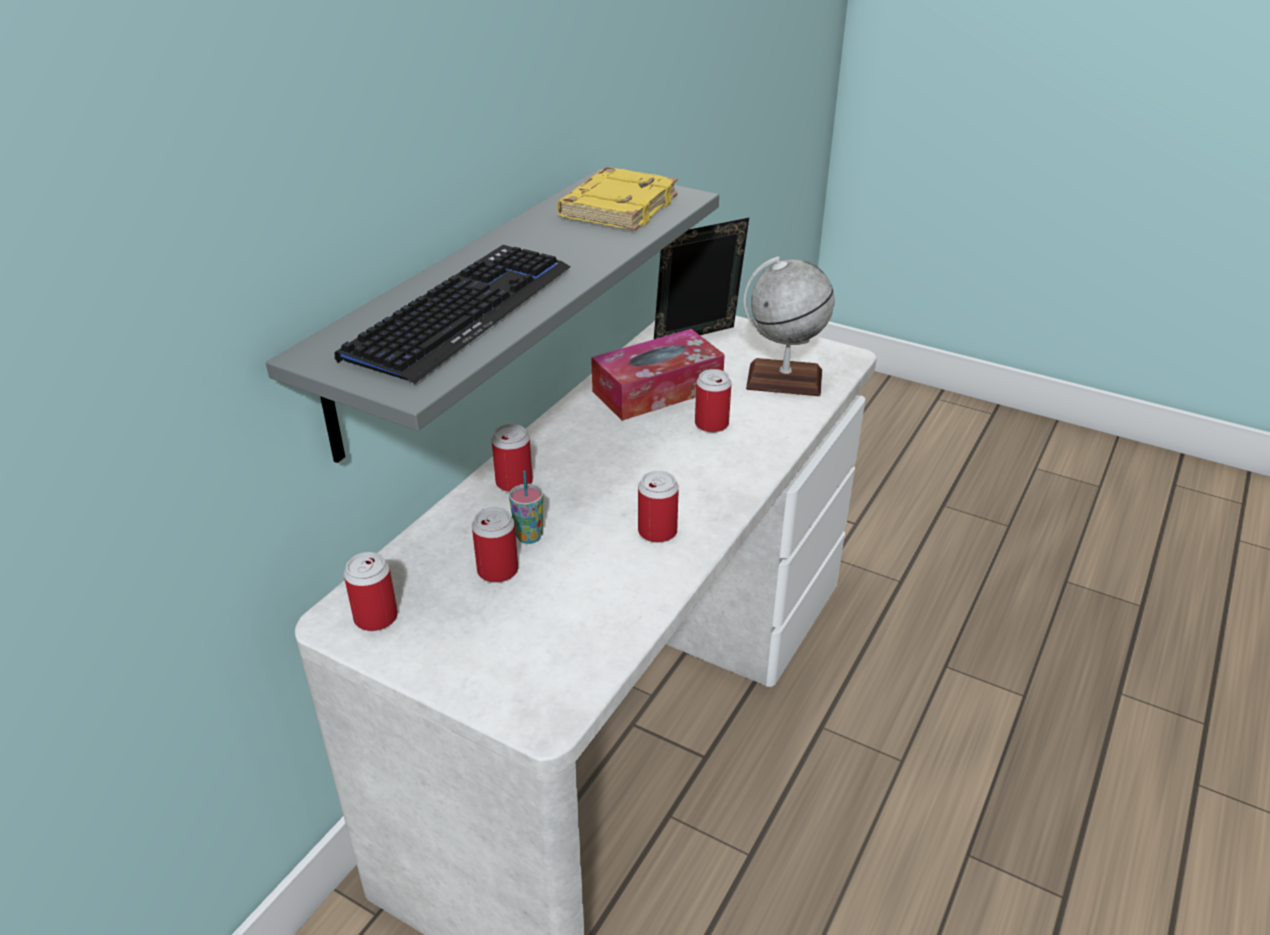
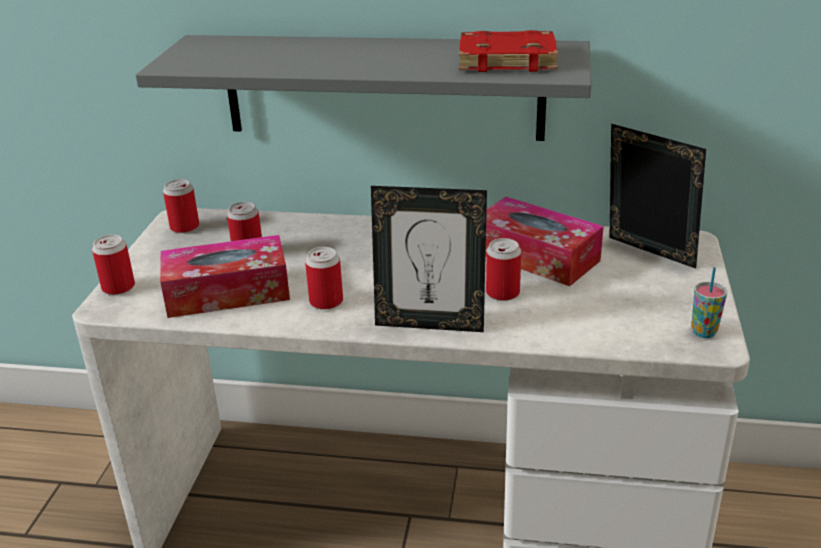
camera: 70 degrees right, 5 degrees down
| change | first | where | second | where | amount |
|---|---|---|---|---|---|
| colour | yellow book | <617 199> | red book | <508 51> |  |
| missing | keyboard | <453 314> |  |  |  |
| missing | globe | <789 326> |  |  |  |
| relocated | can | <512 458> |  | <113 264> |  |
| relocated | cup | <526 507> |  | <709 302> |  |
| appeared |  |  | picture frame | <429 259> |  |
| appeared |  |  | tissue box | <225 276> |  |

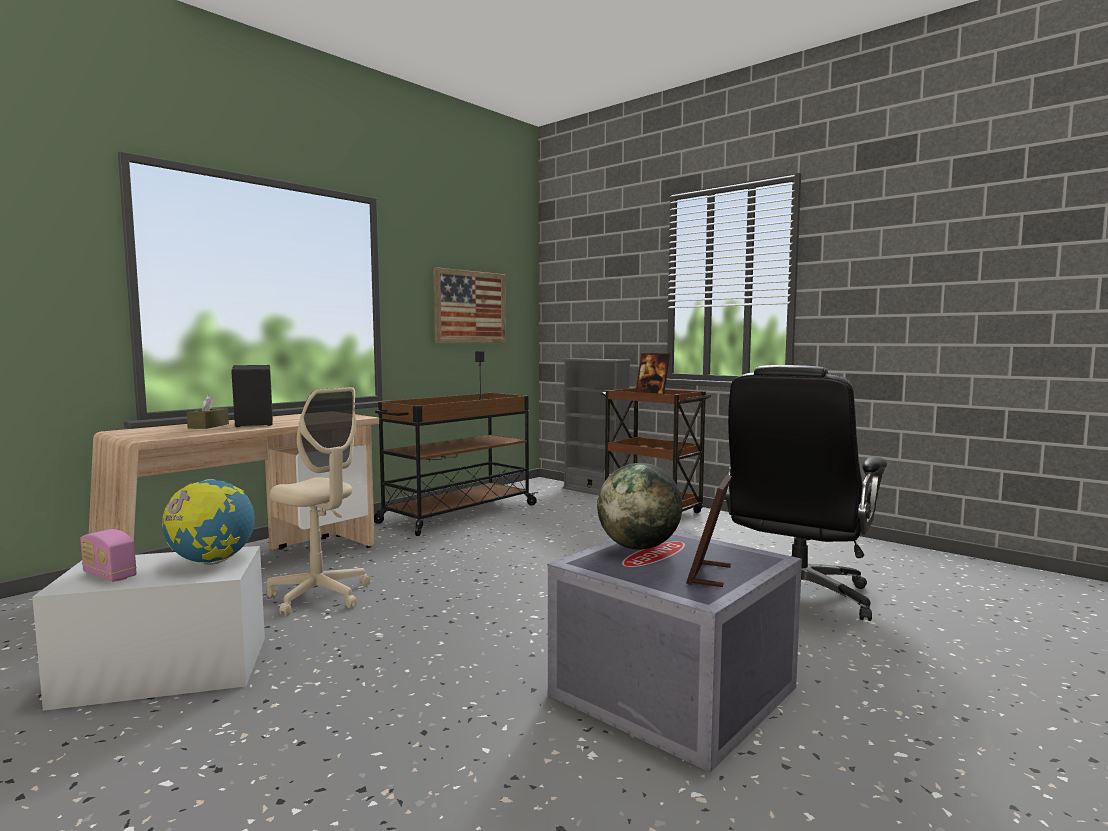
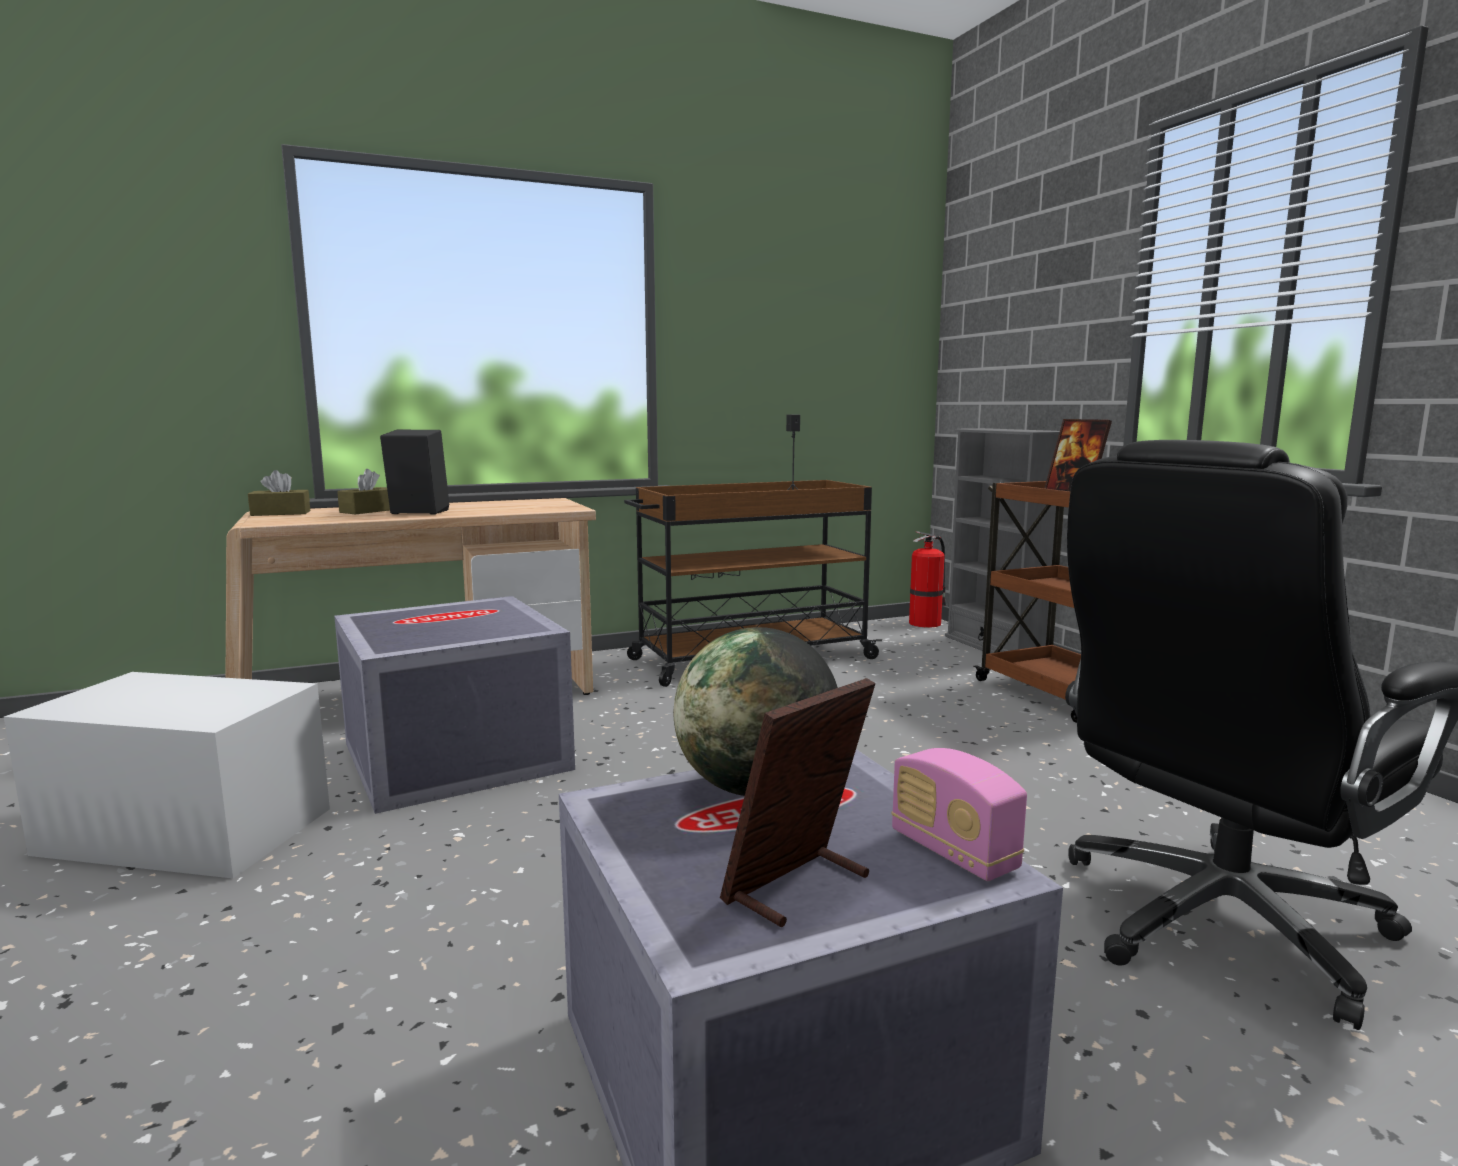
camera: 25 degrees right, 5 degrees up
| change | first | where | second | where | amount |
|---|---|---|---|---|---|
| missing | picture | <469 305> |  |  |  |
| exchanged | beige office chair | <318 501> | grey storage box | <454 705> |  |
| missing | globe | <208 522> |  |  |  |
| relocated | radio | <108 555> |  | <959 814> |  |
| appeared |  |  | brown tissue box | <279 493> |  |
| appeared |  |  | fire extinguisher | <927 579> |  |

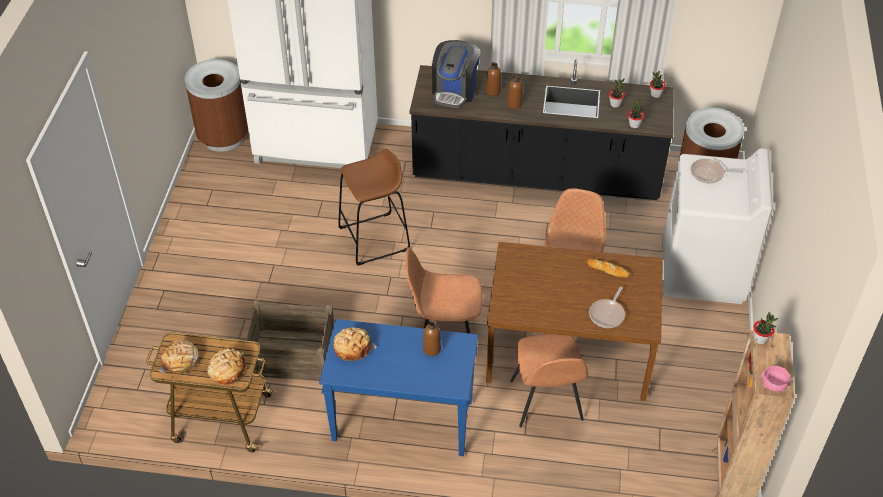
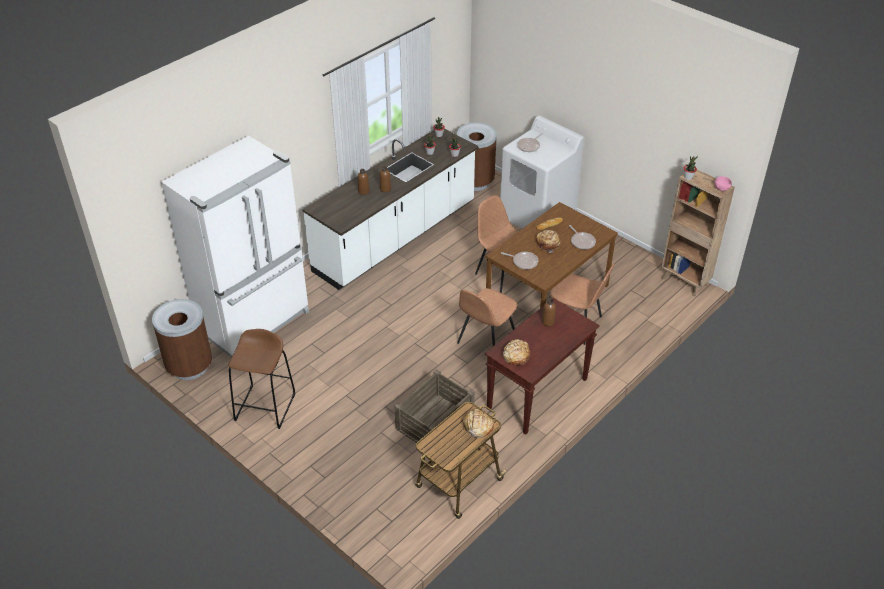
camera: 55 degrees left, 5 degrees down
| change | first | where | second | where | amount |
|---|---|---|---|---|---|
| missing | coffee machine | <456 74> |  |  |  |
| colour | black counter | <542 130> | white counter | <390 209> |  |
| relocated | brown stool | <374 207> |  | <261 379> |  |
| colour | blue console table | <398 387> | brown console table | <542 366> |  |
| relocated | bread | <179 357> |  | <548 241> |  |
| appeared |  |  | frying pan | <519 260> |  |

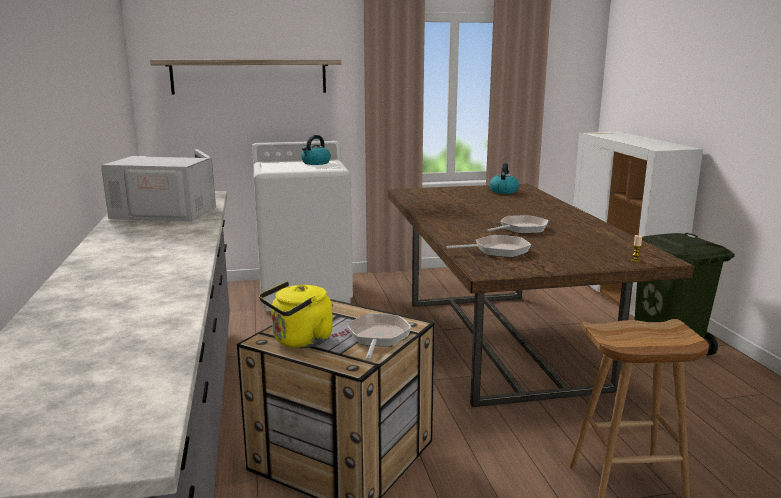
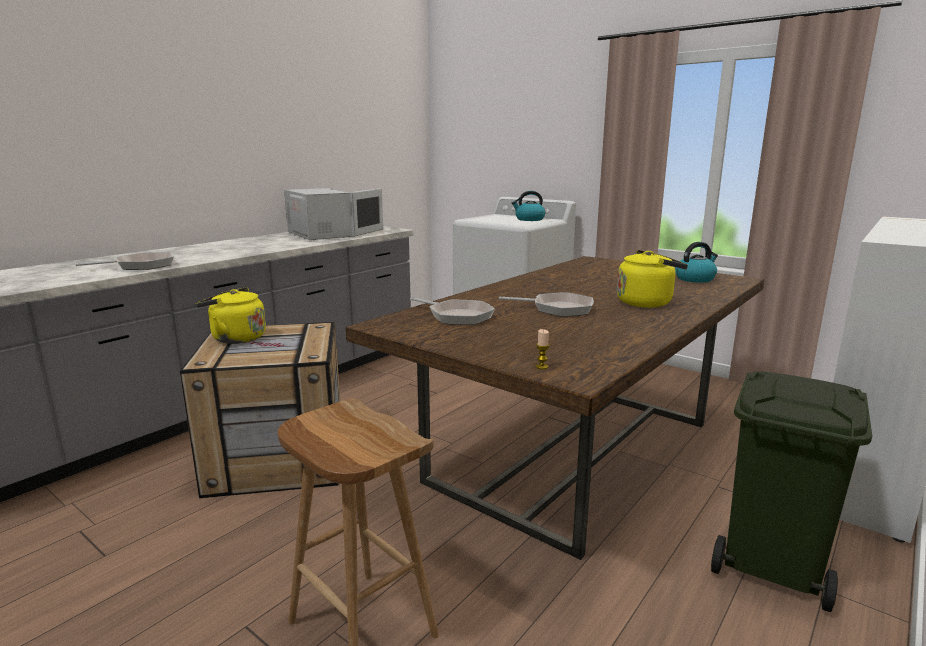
camera: 50 degrees right, 0 degrees up
| change | first | where | second | where | amount |
|---|---|---|---|---|---|
| missing | shelf | <245 77> |  |  |  |
| relocated | frying pan | <379 337> |  | <124 261> |  |
| appeared |  |  | yellow kettle | <652 279> |  |

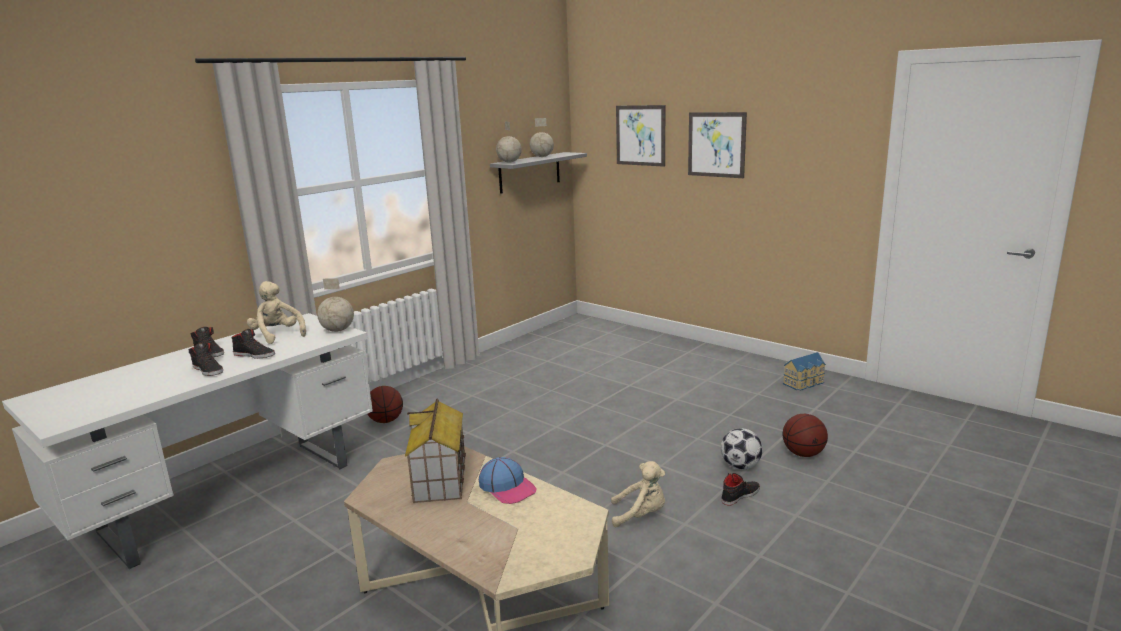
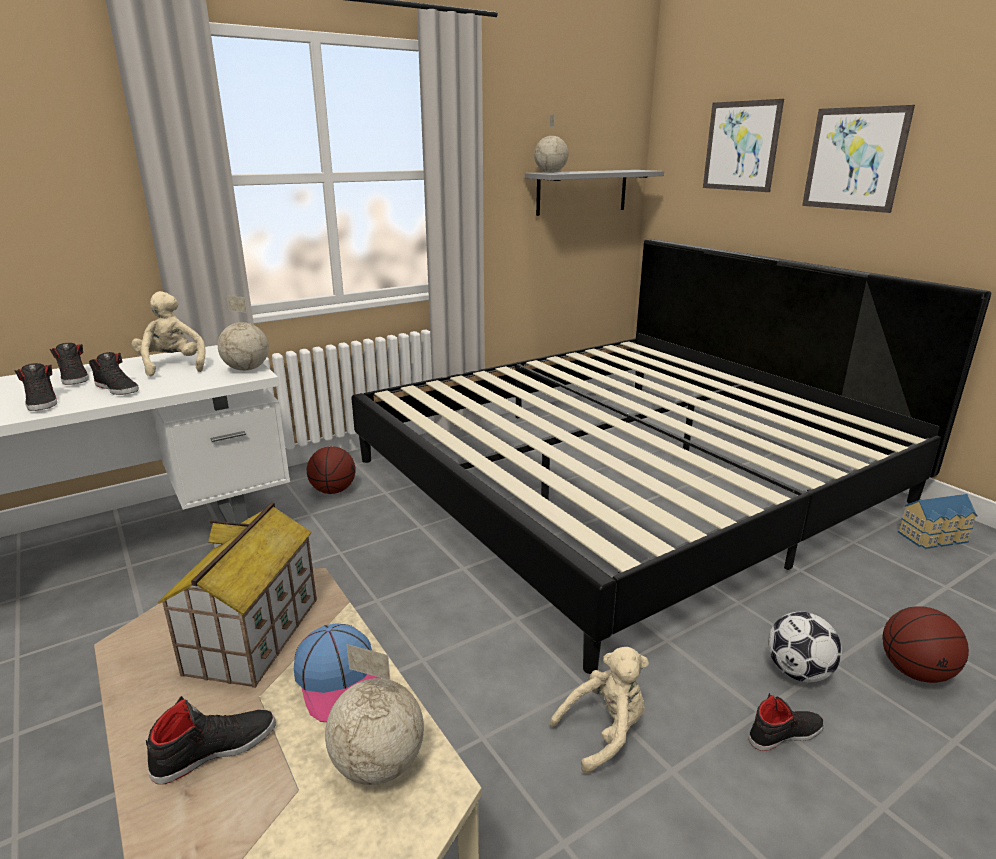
camera: 15 degrees right, 5 degrees up
| change | first | where | second | where | amount |
|---|---|---|---|---|---|
| relocated | globe | <542 137> |  | <374 714> |  |
| spun | beige plush toy | <638 494> |  | <599 710> | 45 degrees counterclockwise |
| appeared |  |  | bed | <671 456> |  |
| appeared |  |  | black shoe | <211 740> |  |

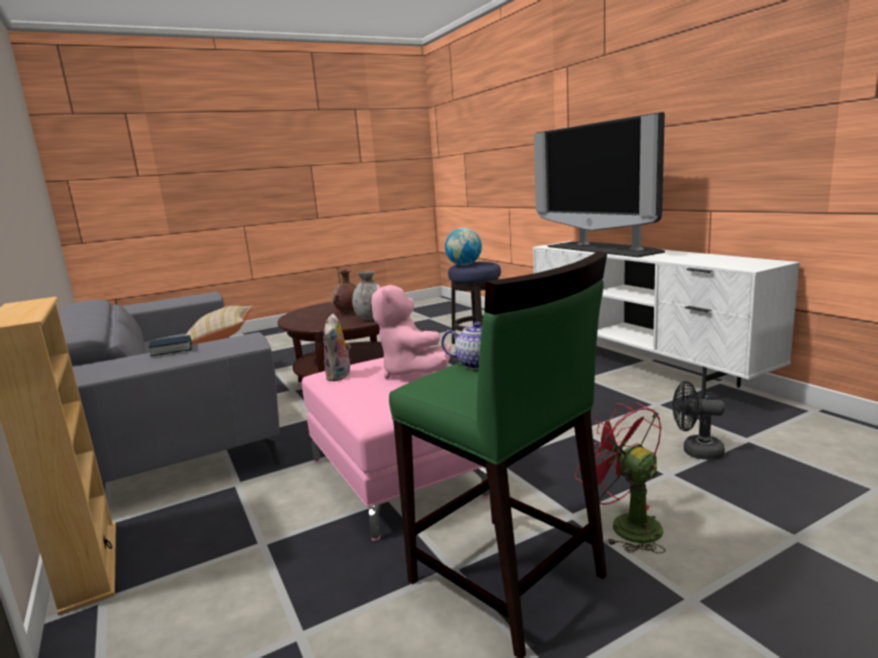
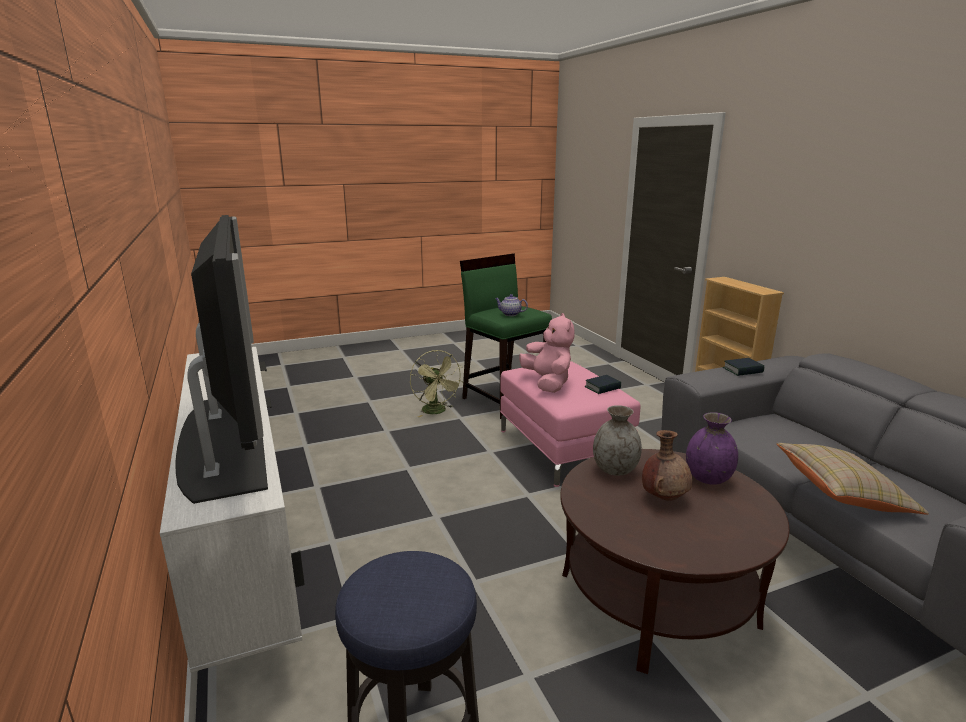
camera: 175 degrees left, 5 degrees up
| change | first | where | second | where | amount |
|---|---|---|---|---|---|
| missing | globe | <463 247> |  |  |  |
| exchanged | plush toy | <337 347> | book | <603 384> |  |
| missing | black fan | <699 420> |  |  |  |
| colour | red fan | <620 478> | green fan | <437 383> |  |
| appeared |  |  | purple vase | <712 448> |  |

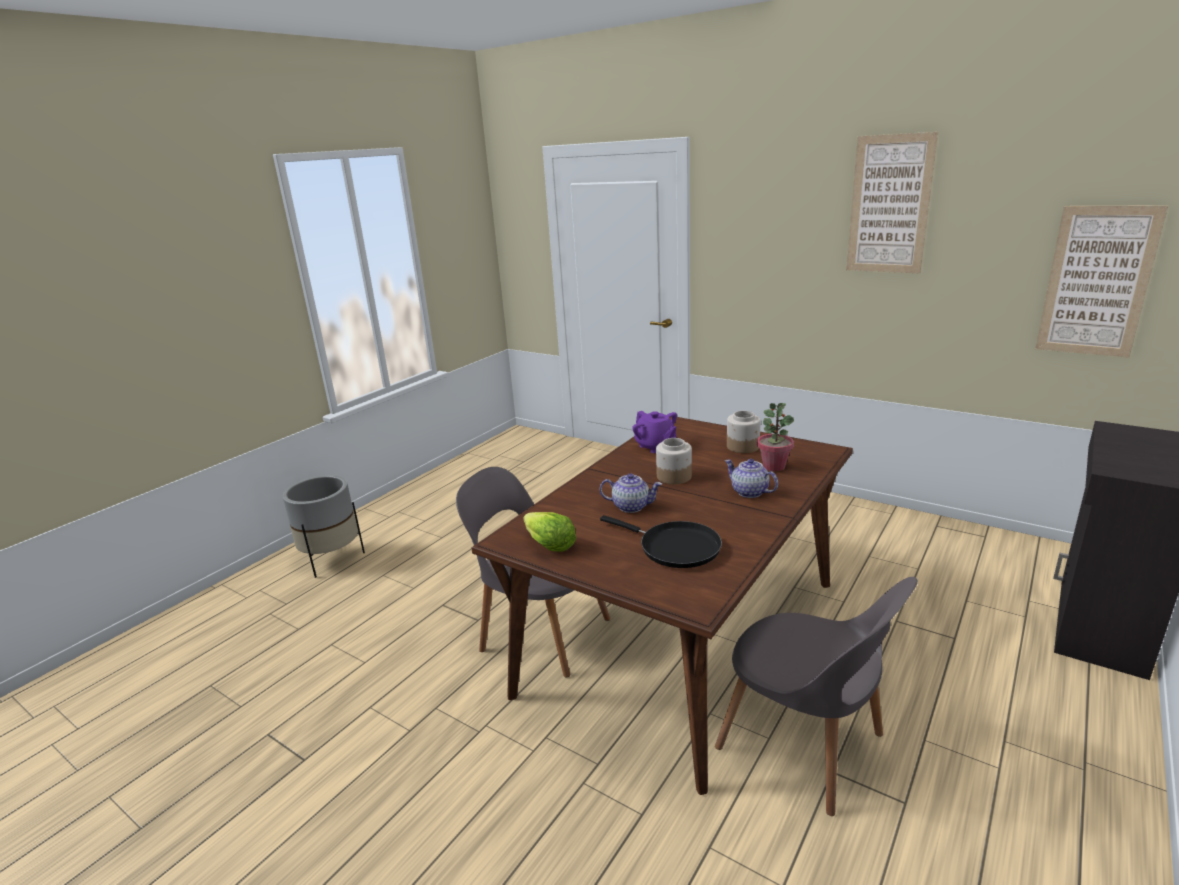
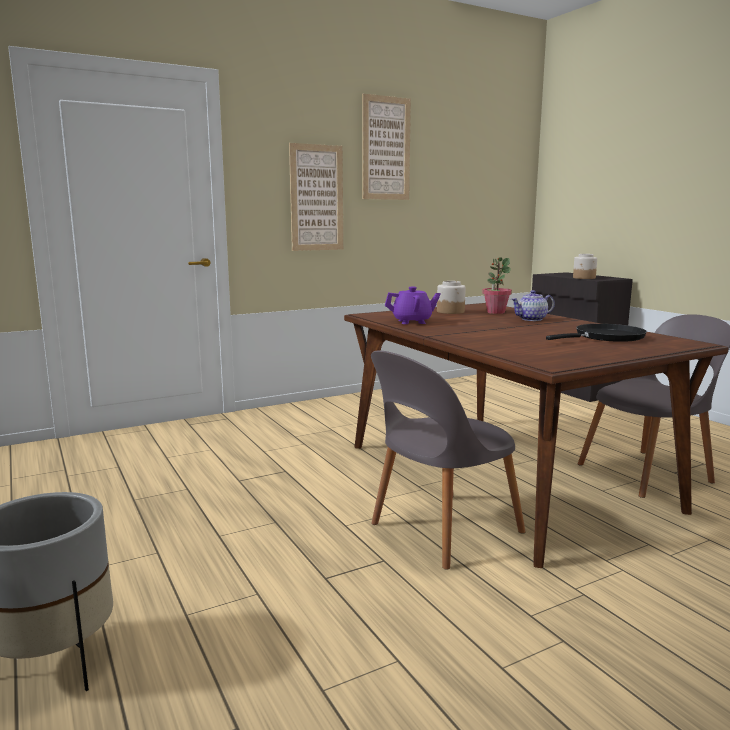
camera: 65 degrees left, 10 degrees down
| change | first | where | second | where | amount |
|---|---|---|---|---|---|
| relocated | picture | <1101 281> |  | <316 197> |  |
| relocated | jar | <674 461> |  | <585 266> |  |
| missing | teapot | <631 493> |  |  |  |
| missing | lettuce | <549 532> |  |  |  |

